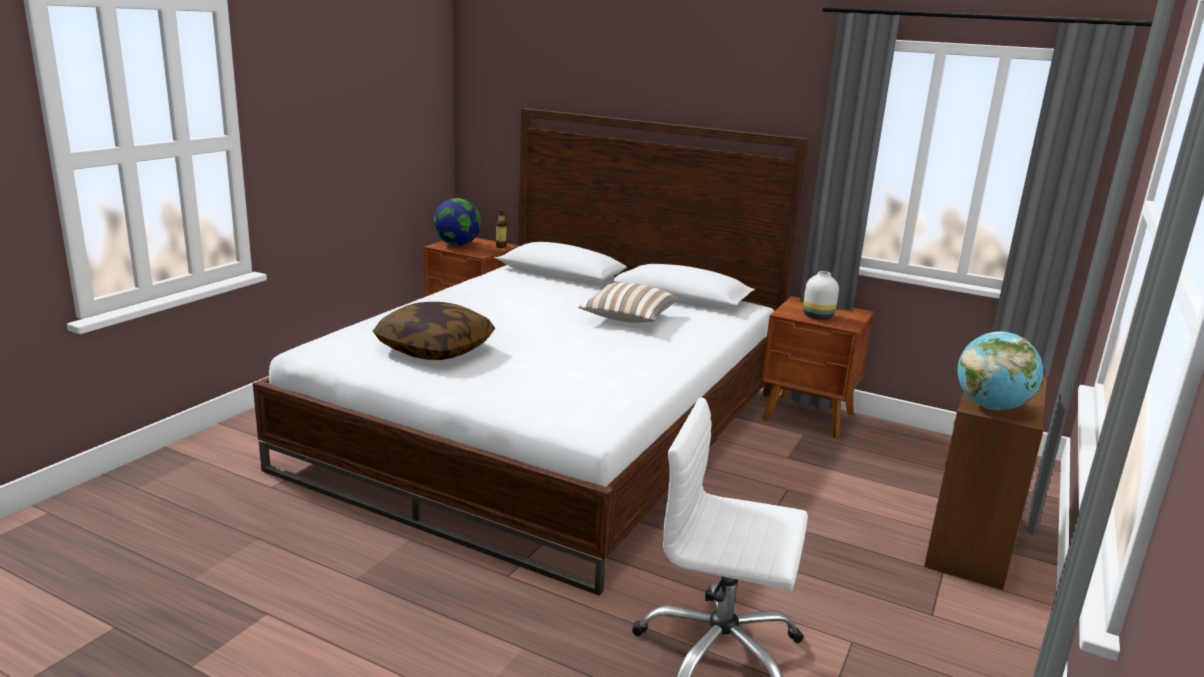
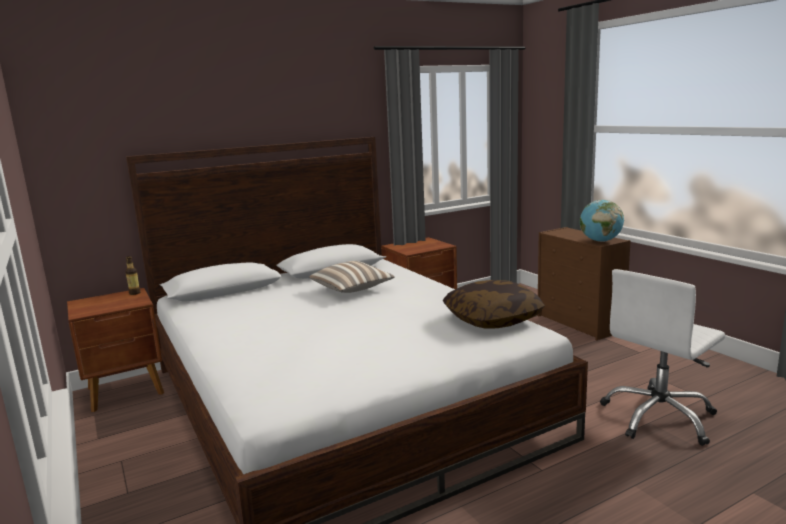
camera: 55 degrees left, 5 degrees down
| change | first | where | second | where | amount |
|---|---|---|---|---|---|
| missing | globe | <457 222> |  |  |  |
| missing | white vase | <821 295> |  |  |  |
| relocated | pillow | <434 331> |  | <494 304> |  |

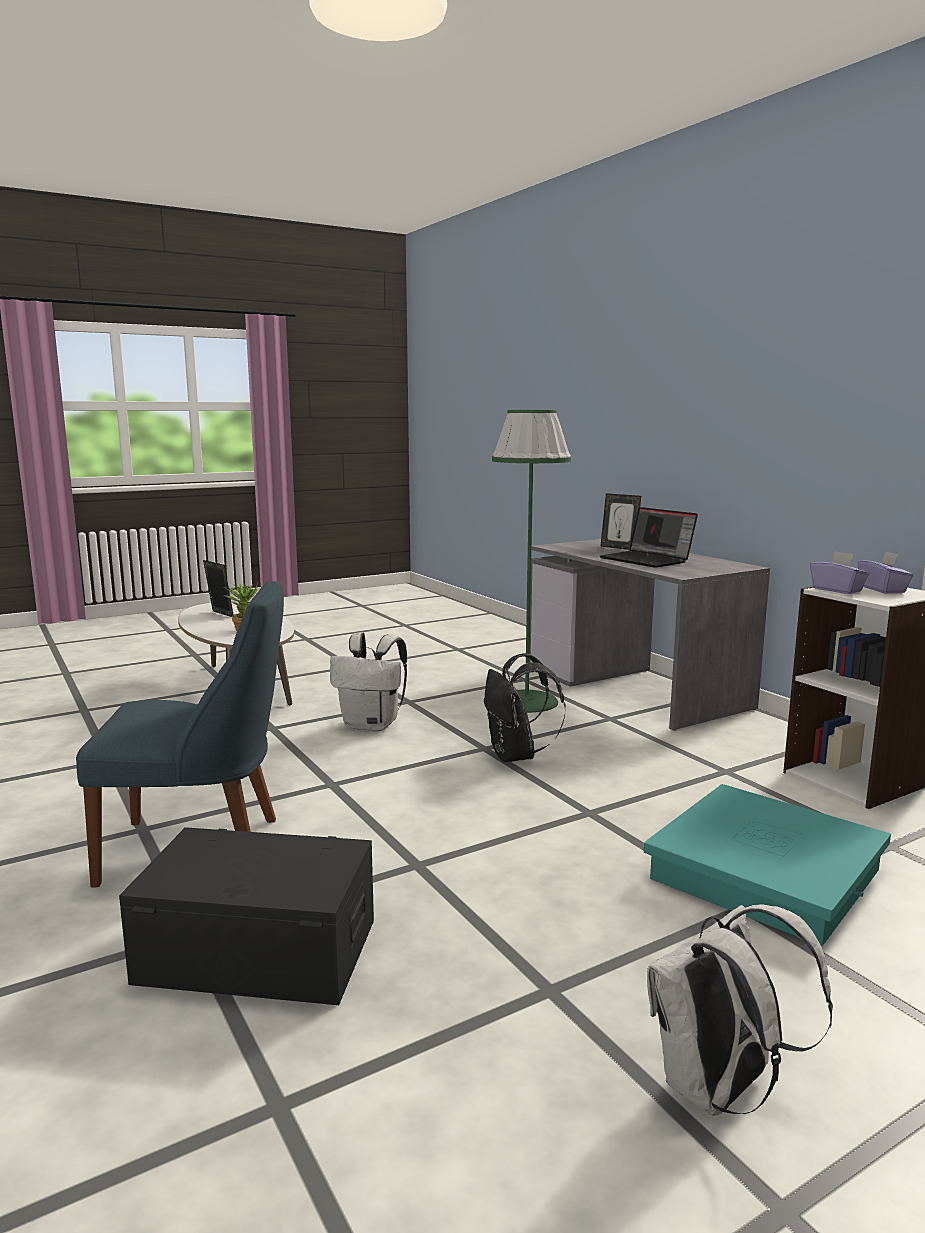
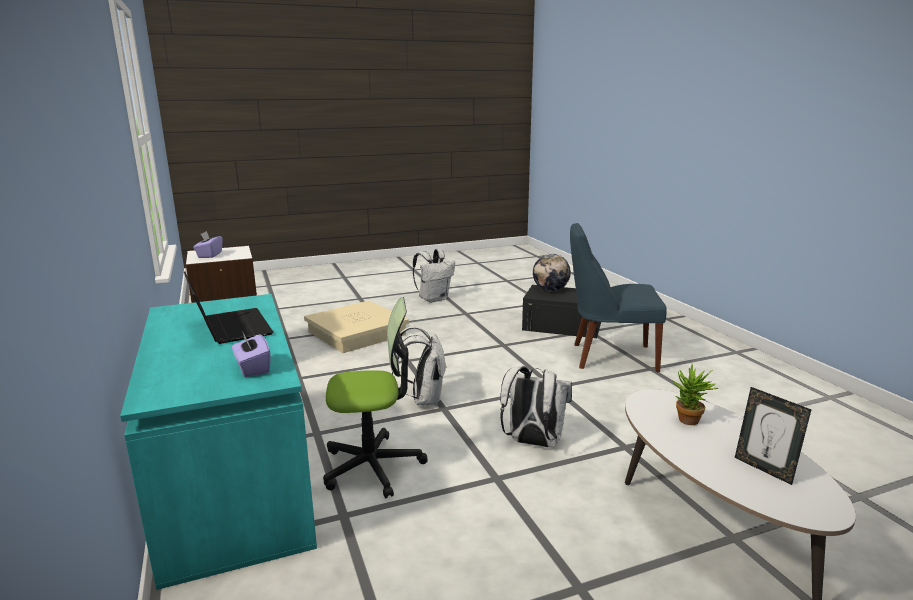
camera: 170 degrees left, 5 degrees up
| change | first | where | second | where | amount |
|---|---|---|---|---|---|
| exchanged | green floor lamp | <531 561> | office chair | <375 397> |  |
| missing | picture frame | <620 521> |  |  |  |
| colour | grey desk | <649 635> | turquoise desk | <218 442> |  |
| relocated | purple tissue box | <839 572> |  | <251 354> |  |
| colour | black backpack | <525 707> | white backpack | <419 366> |  |
| colour | turquoise storage box | <767 865> | beige storage box | <356 327> |  |
| appeared |  |  | globe | <552 272> |  |

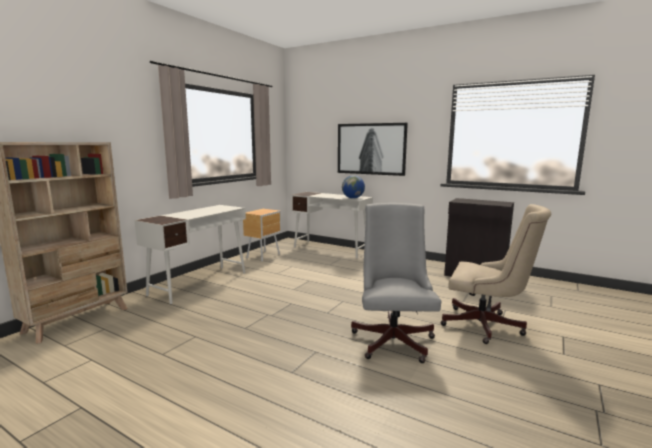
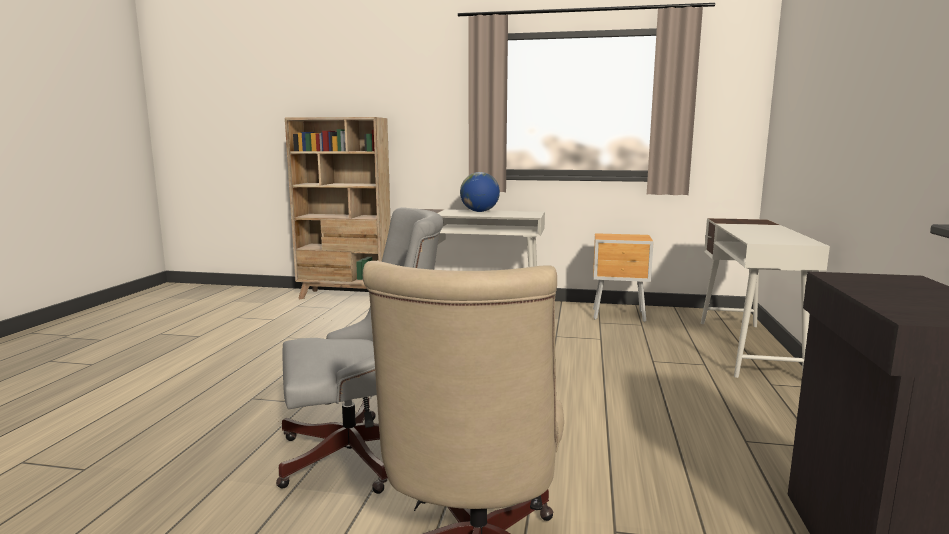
camera: 70 degrees right, 0 degrees up
| change | first | where | second | where | amount |
|---|---|---|---|---|---|
| missing | picture | <373 149> |  |  |  |
| relocated | globe | <353 187> |  | <480 192> |  |

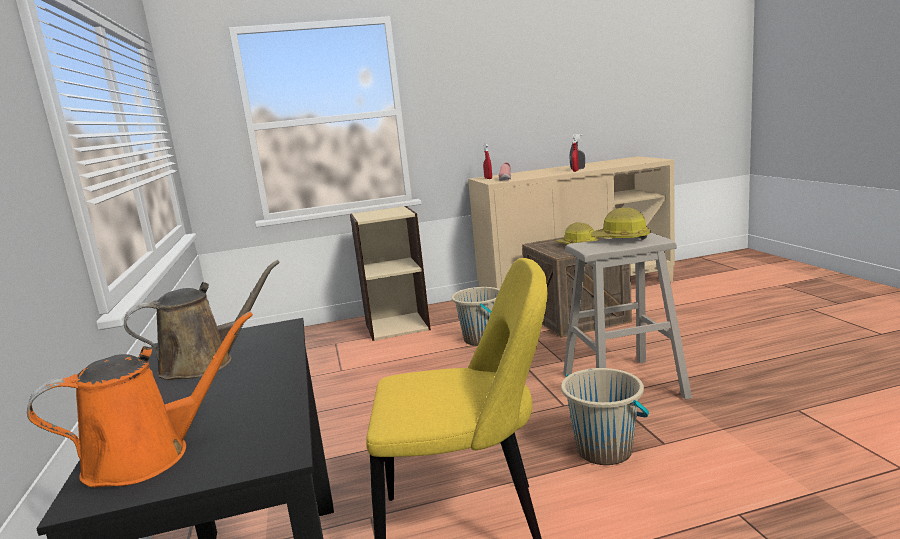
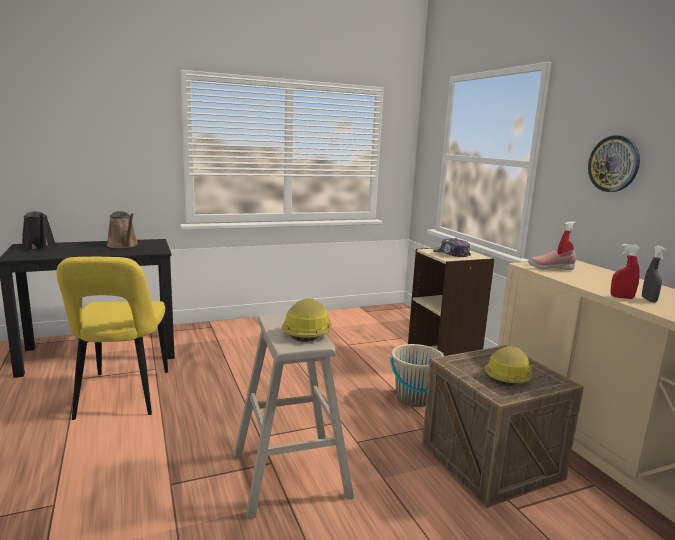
camera: 80 degrees right, 0 degrees up
| change | first | where | second | where | amount |
|---|---|---|---|---|---|
| colour | orange watering can | <140 399> | black watering can | <39 230> |  |
| missing | beige bucket | <605 416> |  |  |  |
| appeared |  |  | wall clock | <614 163> |  |
| appeared |  |  | cap | <452 247> |  |

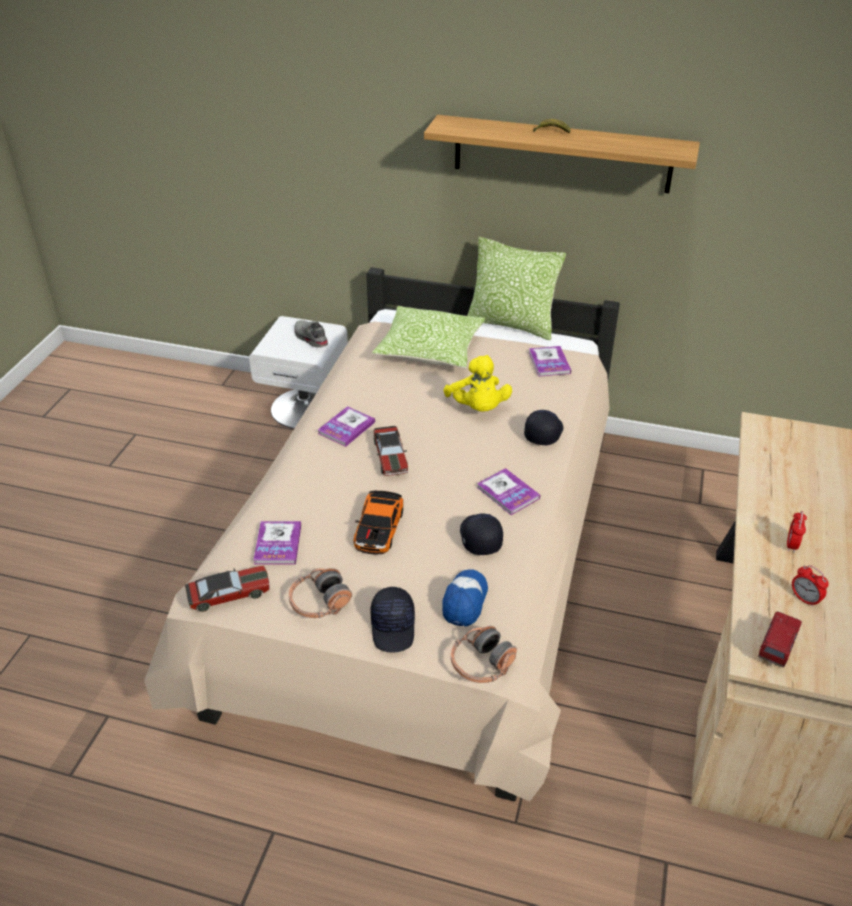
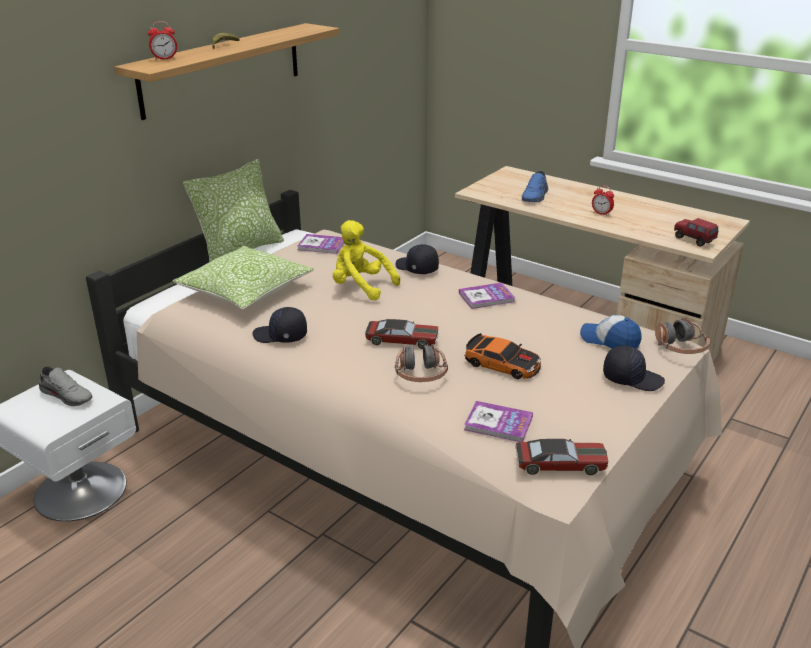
camera: 70 degrees left, 10 degrees down
| change | first | where | second | where | amount |
|---|---|---|---|---|---|
| spun | grey shoe | <311 334> |  | <65 386> | 135 degrees counterclockwise |
| spun | yellow plush toy | <477 383> |  | <366 260> | 150 degrees counterclockwise |
| missing | book | <346 426> |  |  |  |
| relocated | black cap | <481 534> |  | <279 325> |  |
| relocated | alarm clock | <810 586> |  | <162 40> |  |
| spun | toy car | <227 589> |  | <562 457> | 90 degrees clockwise |
| relocated | headphones | <320 593> |  | <421 363> |  |
| appeared |  |  | blue shoe | <535 186> |  |

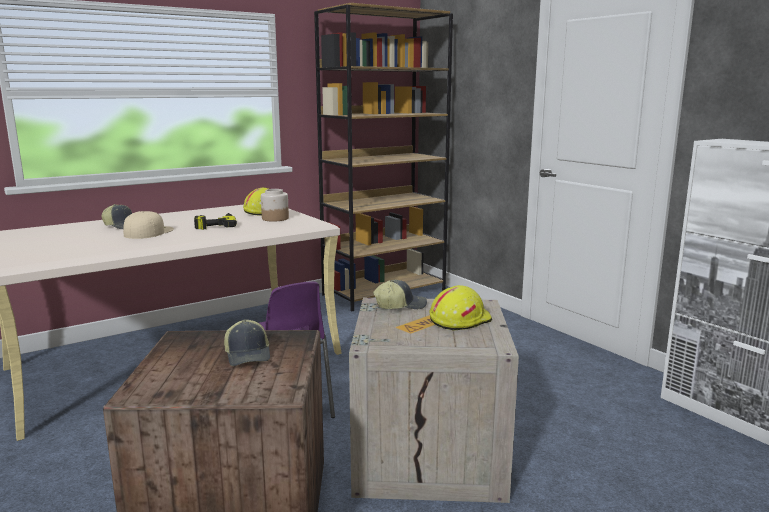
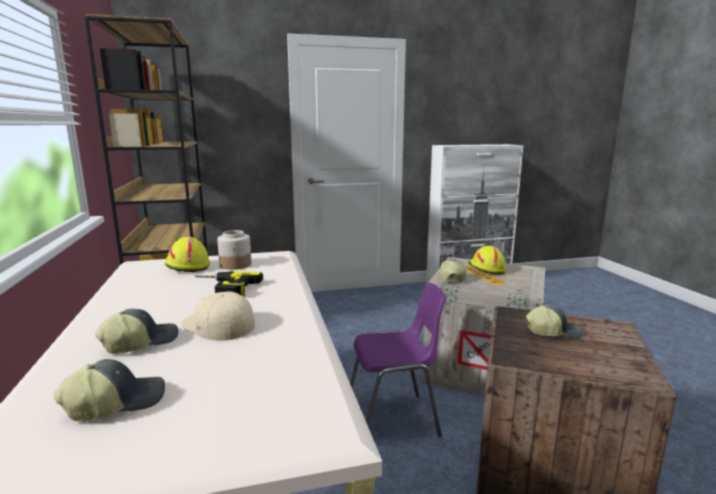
camera: 70 degrees left, 0 degrees up
| change | first | where | second | where | amount |
|---|---|---|---|---|---|
| appeared |  |  | cap | <109 390> |  |

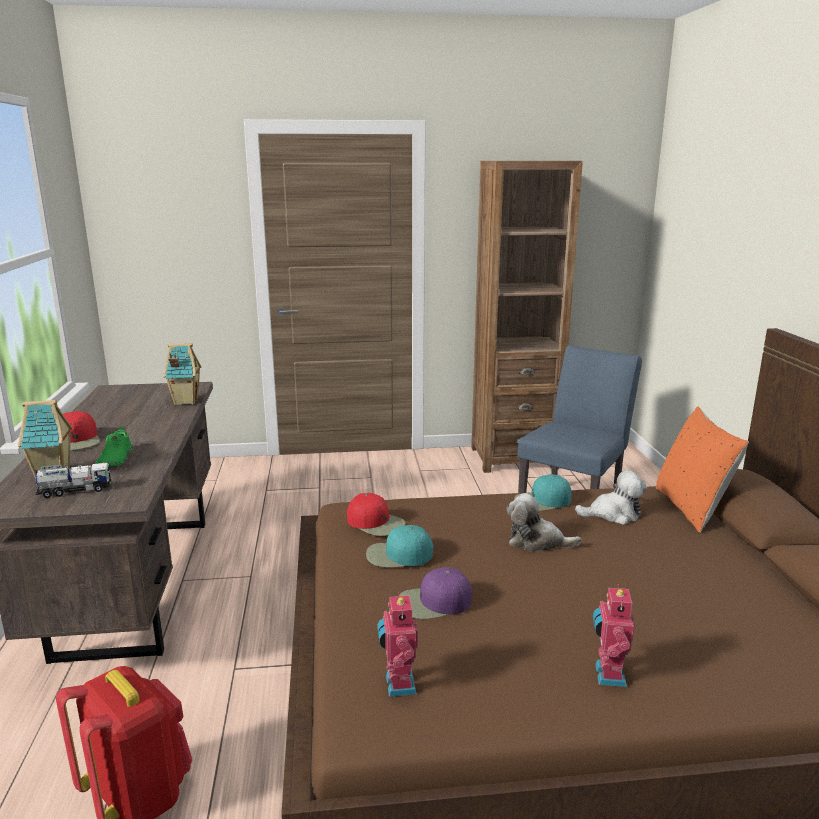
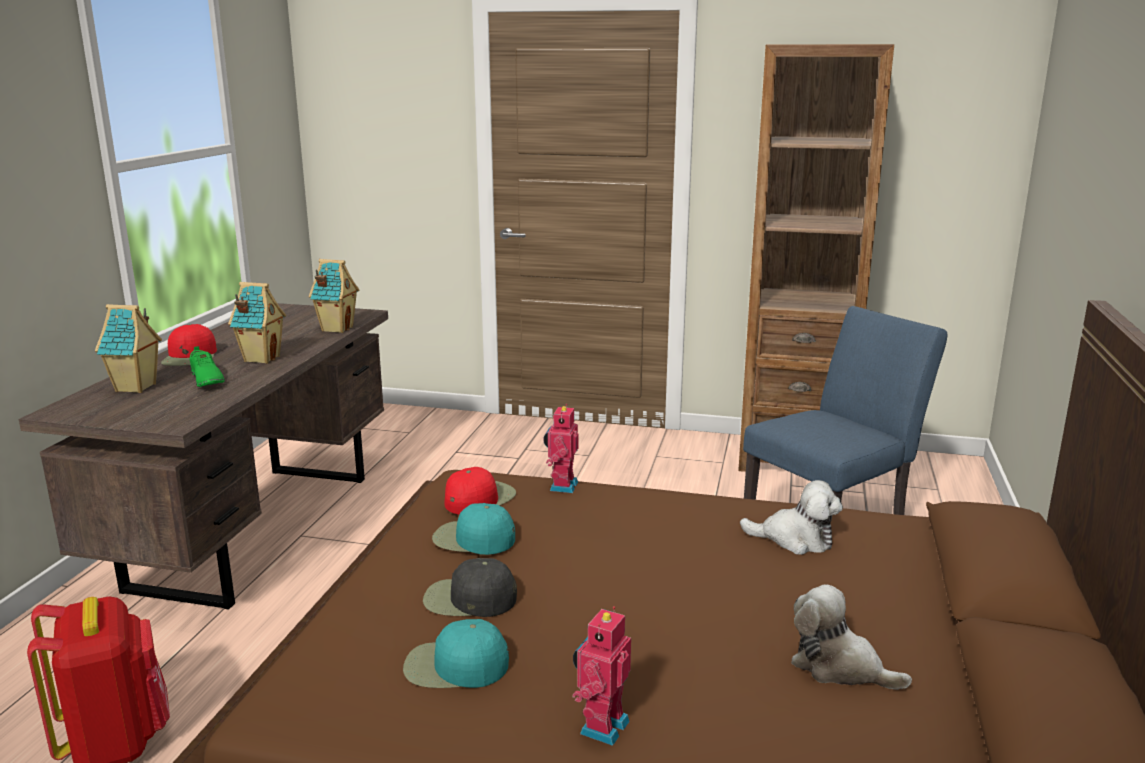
camera: 20 degrees right, 0 degrees up
| change | first | where | second | where | amount |
|---|---|---|---|---|---|
| missing | orange pillow | <702 470> |  |  |  |
| spun | green shoe | <114 446> |  | <207 366> | 45 degrees counterclockwise |
| missing | toy truck | <73 480> |  |  |  |
| relocated | turquoise cap | <543 492> |  | <456 653> |  |
| spun | red cap | <376 514> |  | <480 490> | 105 degrees counterclockwise |
| relocated | plush toy | <544 522> |  | <851 637> |  |
| colour | purple cap | <435 593> | black cap | <470 587> |  |
| relocated | toy robot | <398 644> |  | <560 448> |  |
| appeared |  |  | toy house | <257 323> |  |

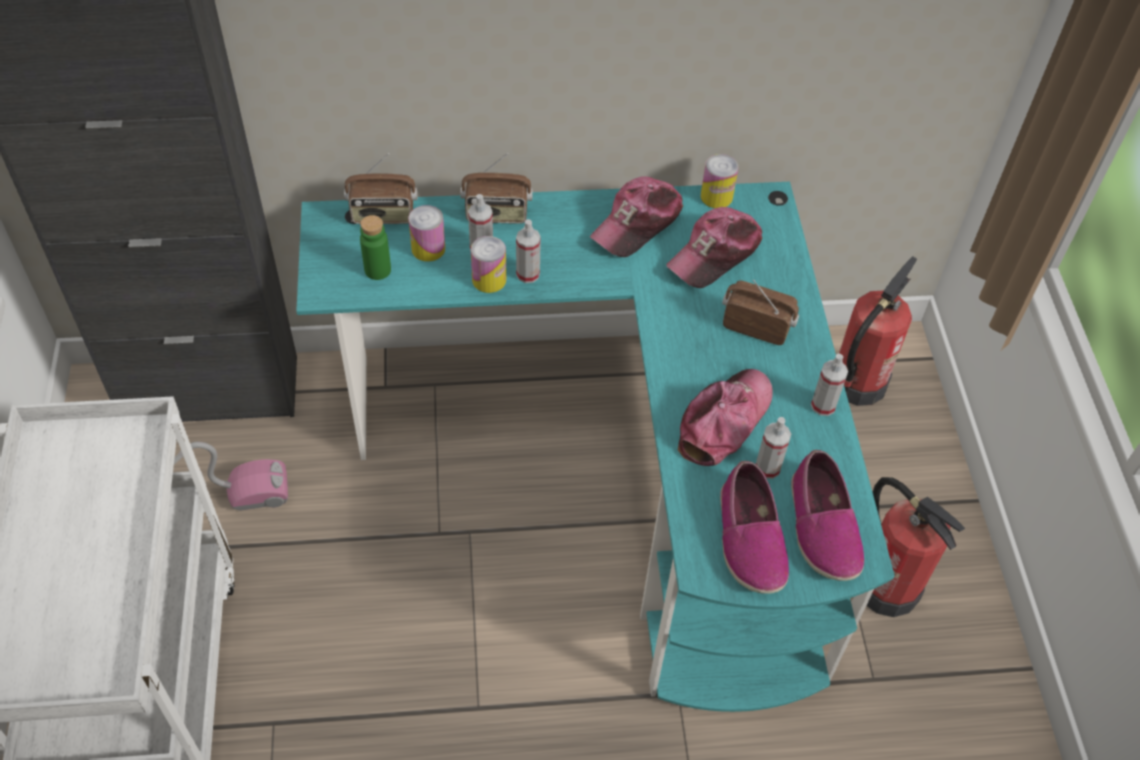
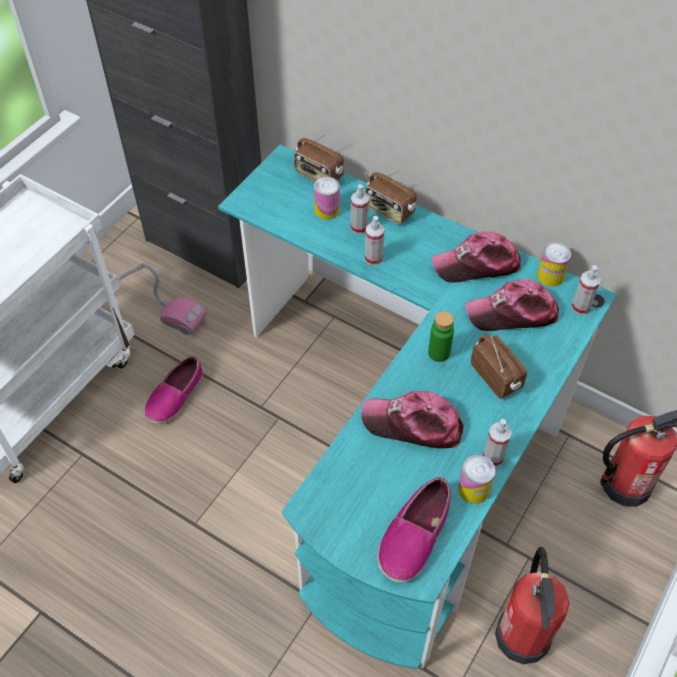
camera: 40 degrees right, 0 degrees up
| change | first | where | second | where | amount |
|---|---|---|---|---|---|
| relocated | green bottle | <375 247> |  | <441 336> |  |
| relocated | can | <488 264> |  | <476 479> |  |
| spun | cap | <725 417> |  | <412 419> | 150 degrees counterclockwise |
| relocated | spray bottle | <773 448> |  | <586 290> |  |
| relocated | shoe | <754 527> |  | <173 390> |  |

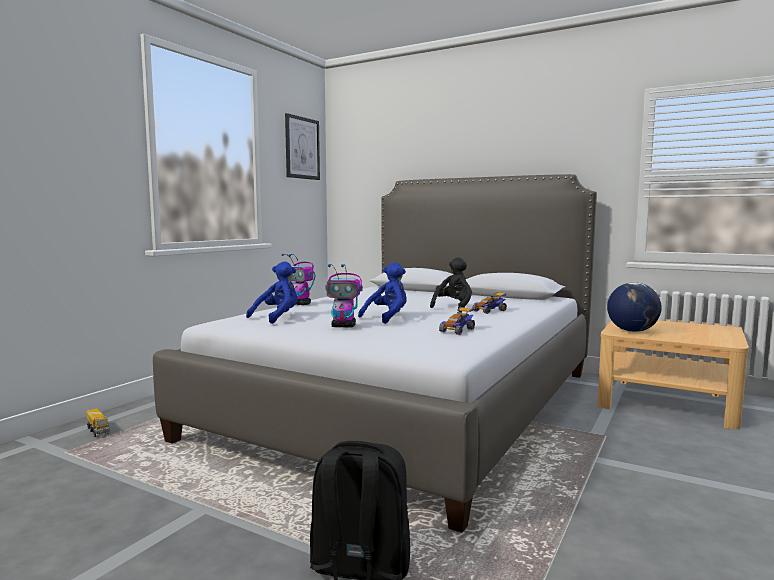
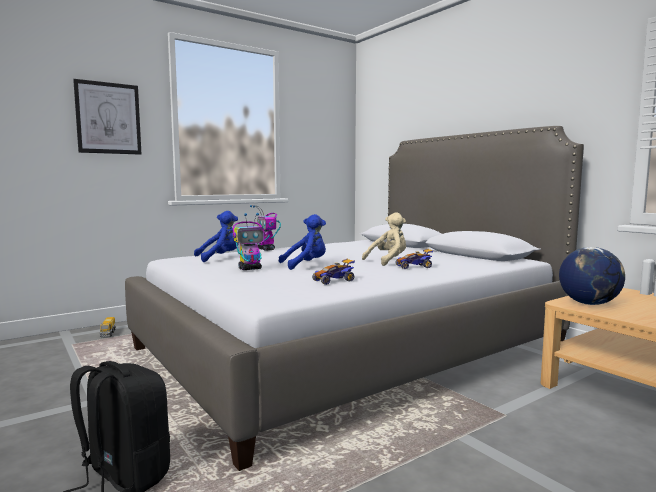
camera: 25 degrees right, 0 degrees up
| change | first | where | second | where | amount |
|---|---|---|---|---|---|
| relocated | picture | <302 146> |  | <107 117> |  |
| colour | black plush toy | <451 285> | beige plush toy | <384 239> |  |
| spun | toy robot | <344 296> |  | <248 241> | 60 degrees counterclockwise |

